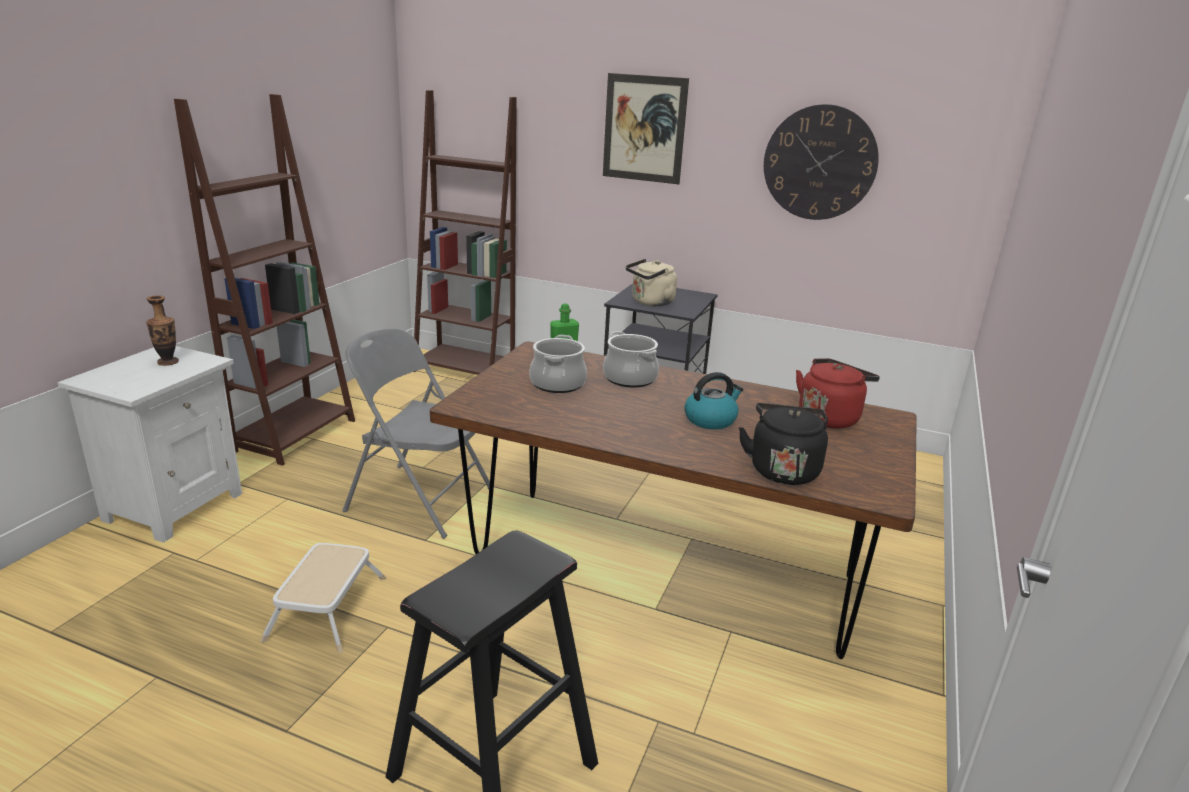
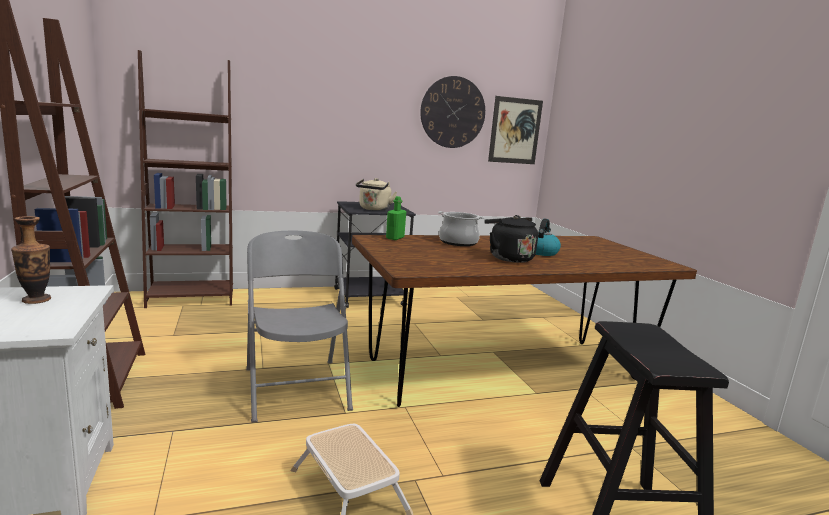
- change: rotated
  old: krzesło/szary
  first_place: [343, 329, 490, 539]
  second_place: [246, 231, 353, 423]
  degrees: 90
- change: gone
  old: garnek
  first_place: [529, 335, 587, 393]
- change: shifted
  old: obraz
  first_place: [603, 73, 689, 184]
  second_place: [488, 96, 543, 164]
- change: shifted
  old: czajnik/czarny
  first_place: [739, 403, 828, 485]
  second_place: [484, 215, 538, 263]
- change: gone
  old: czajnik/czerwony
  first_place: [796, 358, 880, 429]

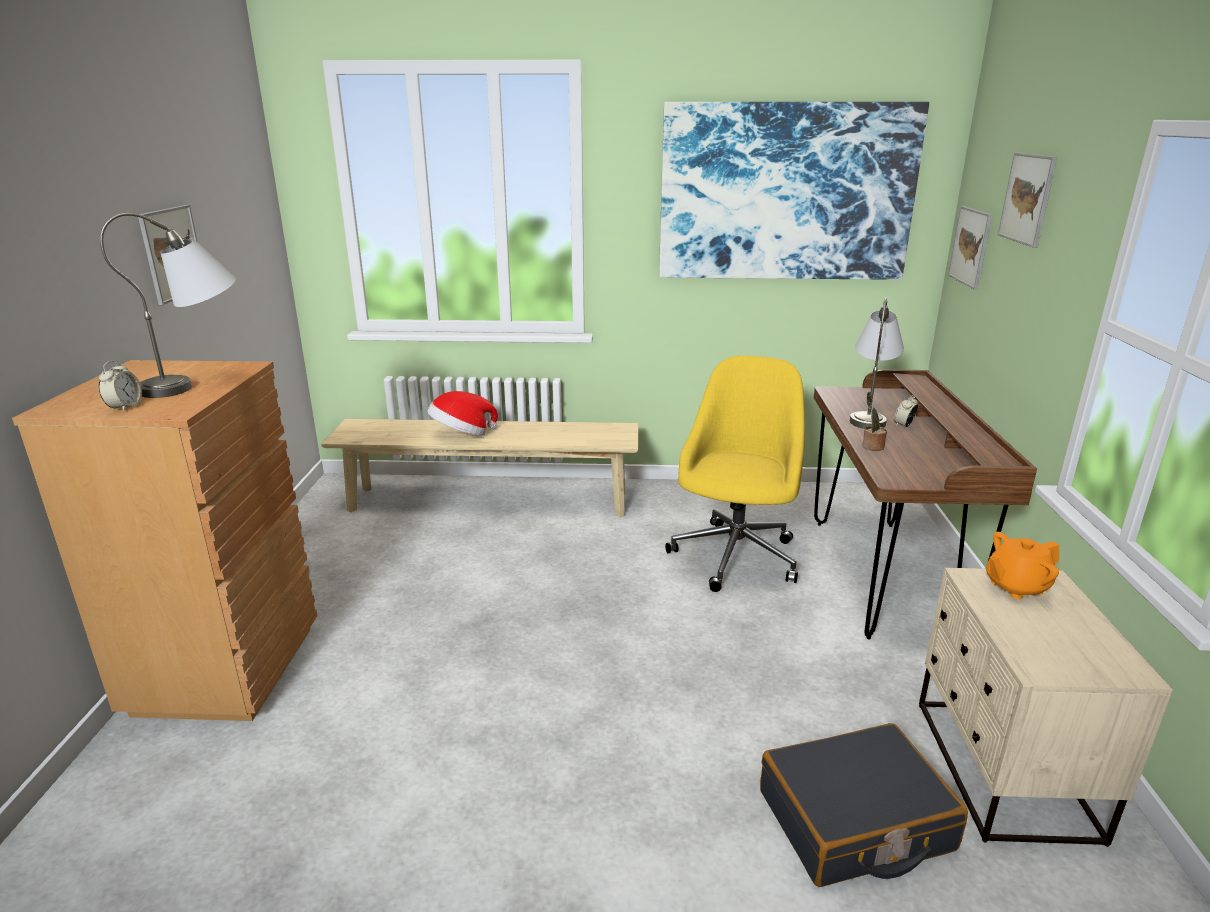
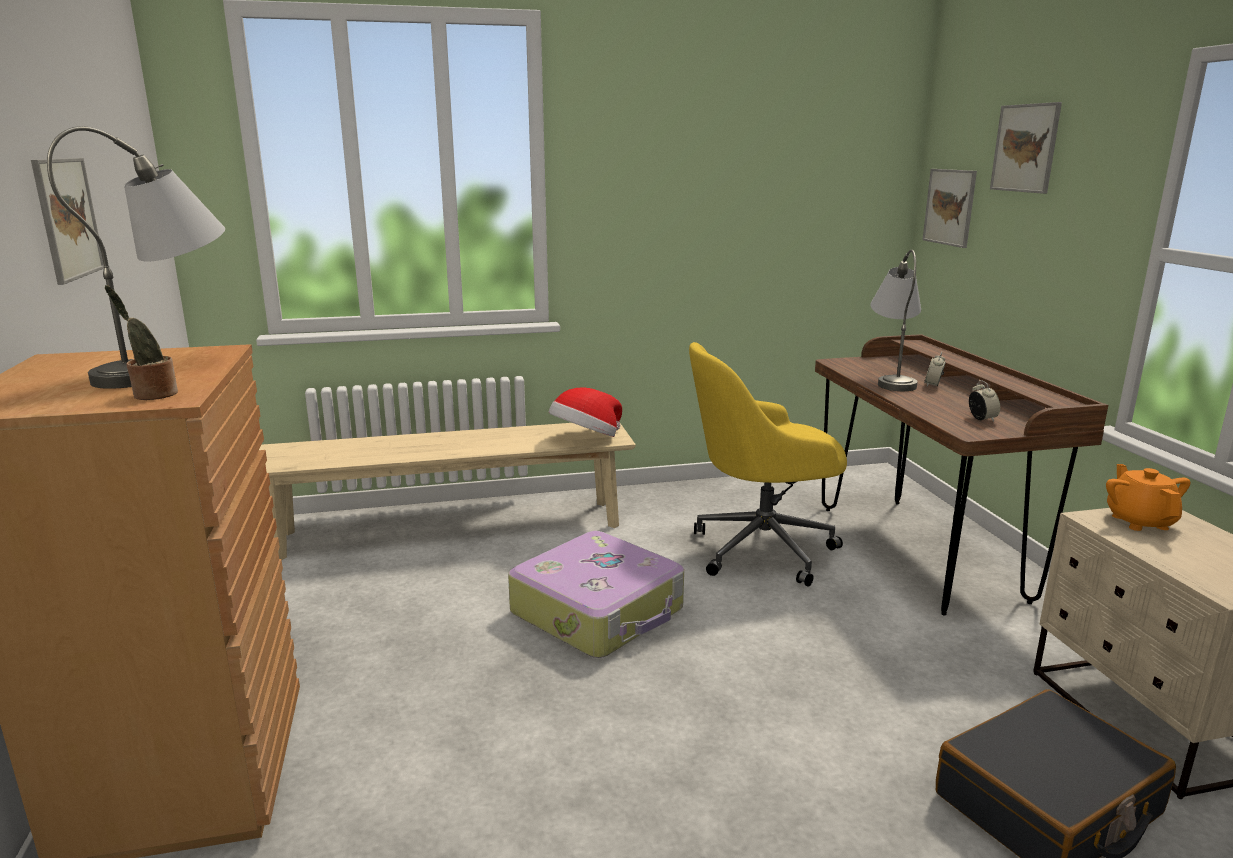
- change: shifted
  old: budzik
  first_place: [99, 361, 142, 412]
  second_place: [969, 380, 1000, 422]
- change: shifted
  old: kapelusz
  first_place: [427, 391, 498, 436]
  second_place: [549, 387, 622, 437]
- change: gone
  old: obraz
  first_place: [659, 102, 929, 280]
- change: rotated
  old: krzesło biurowe/żółty
  first_place: [665, 356, 805, 592]
  second_place: [689, 342, 847, 587]
  degrees: -105
- change: shifted
  old: roślina doniczkowa
  first_place: [862, 392, 887, 451]
  second_place: [105, 285, 178, 400]
- change: rotated
  old: imbryk/pomarańczowy
  first_place: [986, 532, 1059, 600]
  second_place: [1106, 464, 1191, 531]
  degrees: 120
- change: new
  new: walizka
  second_place: [508, 531, 684, 658]

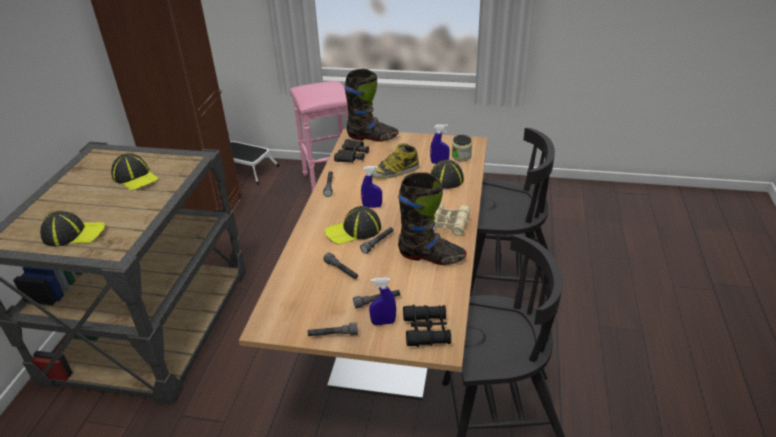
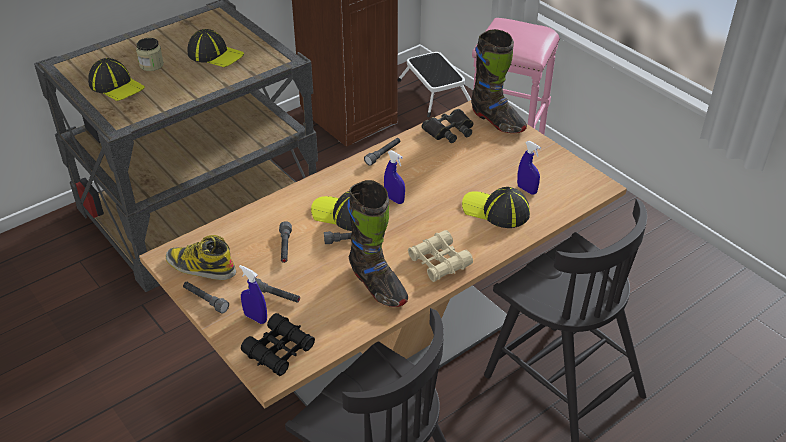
- change: rotated
  old: czapka z daszkiem
  first_place: [111, 153, 159, 191]
  second_place: [187, 29, 244, 67]
  degrees: -60
- change: shifted
  old: but z cholewką
  first_place: [371, 143, 419, 179]
  second_place: [166, 235, 236, 280]
- change: shifted
  old: słoik
  first_place: [452, 135, 472, 162]
  second_place: [136, 38, 164, 71]

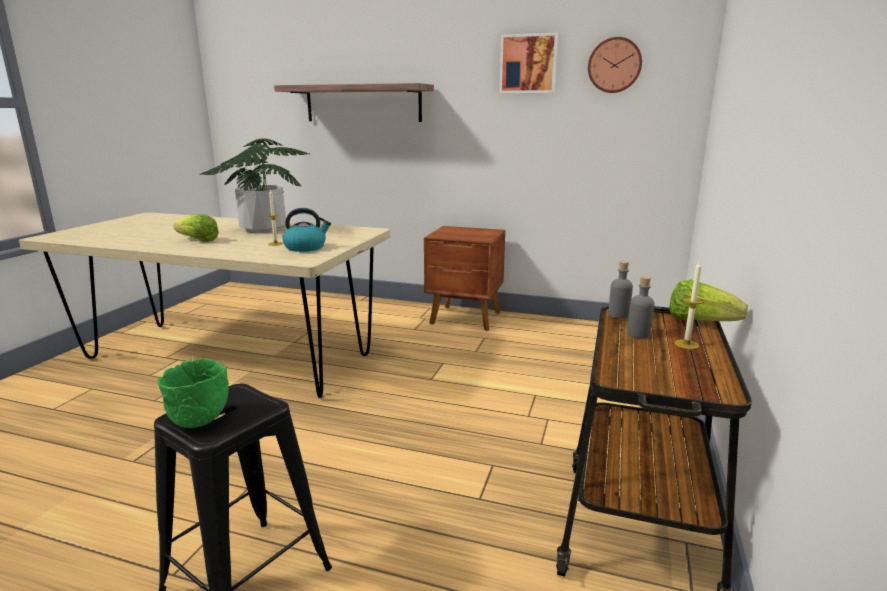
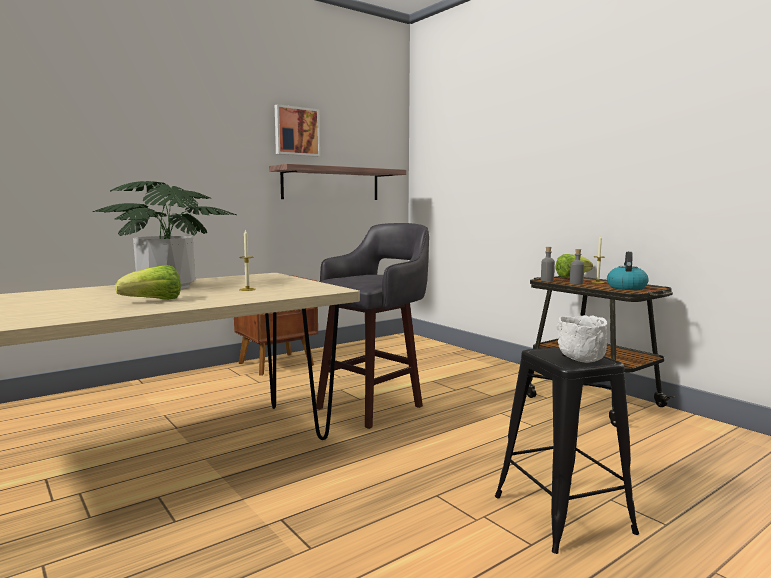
- change: repainted
  old: miska/zielony
  new: miska/biały
  first_place: [158, 358, 229, 428]
  second_place: [557, 315, 607, 363]
- change: shifted
  old: półka
  first_place: [274, 83, 434, 122]
  second_place: [269, 164, 406, 200]
- change: shifted
  old: czajnik
  first_place: [282, 208, 331, 252]
  second_place: [607, 252, 649, 290]
- change: gone
  old: zegar ścienny
  first_place: [588, 37, 642, 93]
- change: new
  new: stołek/szary
  second_place: [316, 223, 429, 429]

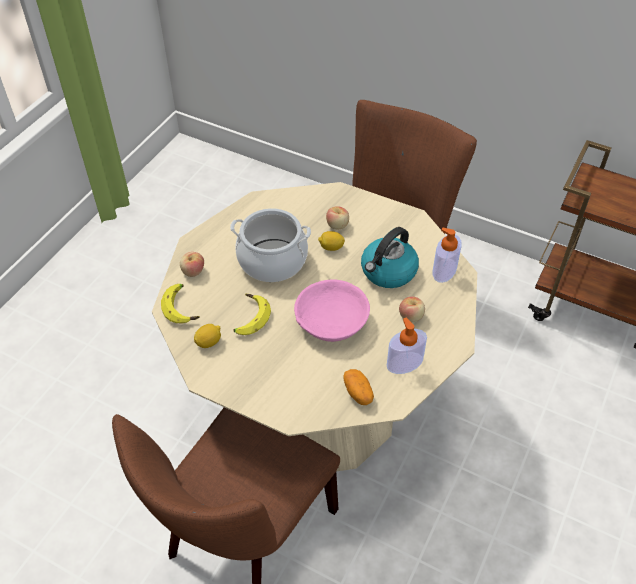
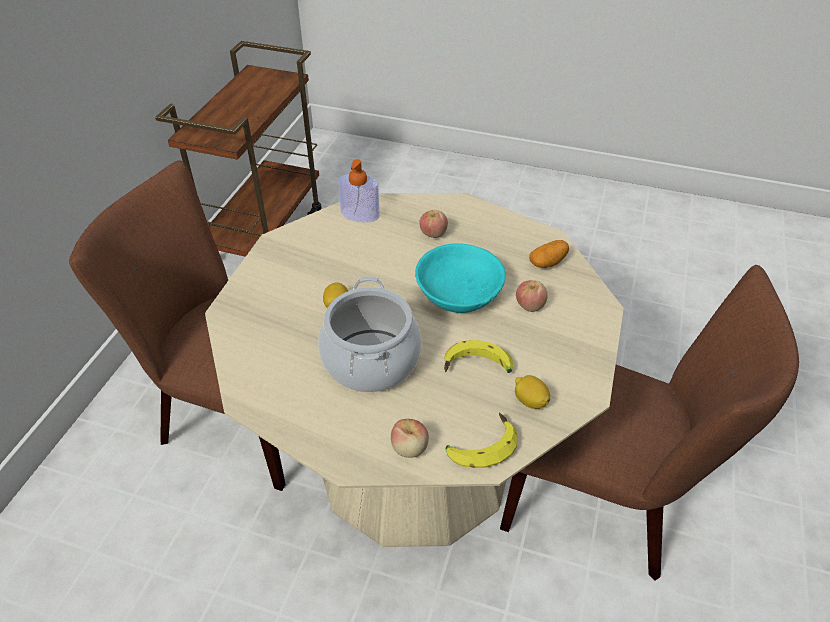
- change: repainted
  old: miska/różowy
  new: miska/turkusowy
  first_place: [294, 279, 370, 342]
  second_place: [415, 243, 506, 313]
- change: shifted
  old: jabłko
  first_place: [326, 206, 349, 229]
  second_place: [516, 280, 548, 312]
- change: gone
  old: czajnik
  first_place: [361, 227, 419, 288]
- change: gone
  old: dozownik mydła
  first_place: [387, 318, 427, 374]

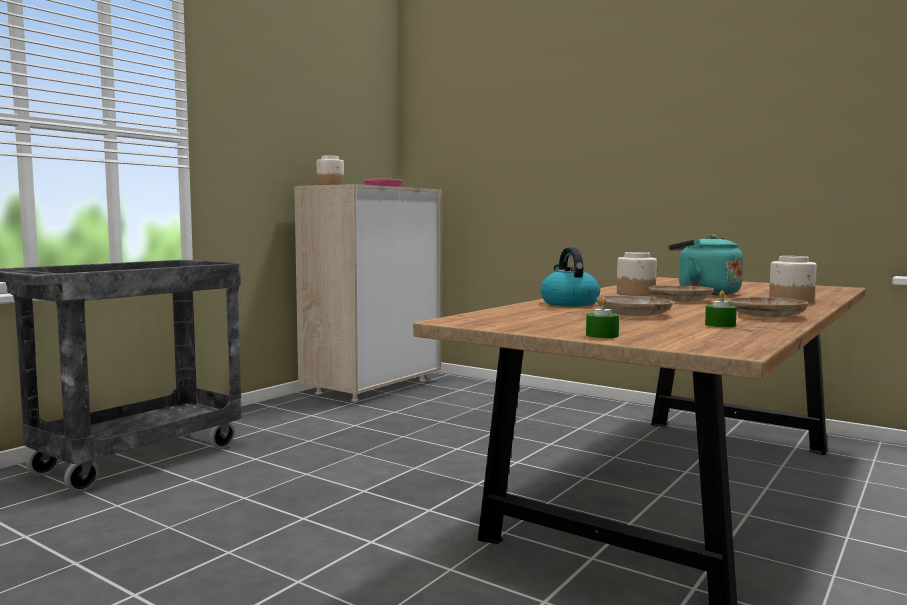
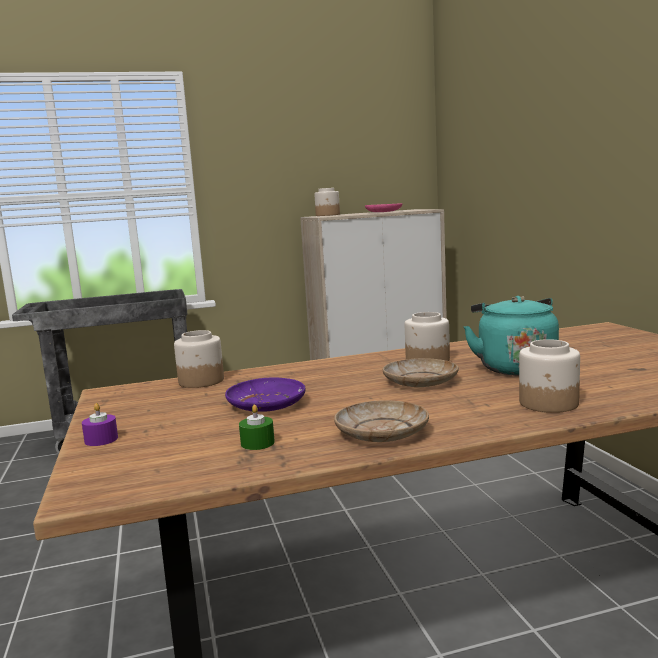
- change: gone
  old: czajnik
  first_place: [540, 247, 600, 307]
- change: repainted
  old: świeca/zielony
  new: świeca/fioletowy
  first_place: [586, 297, 619, 338]
  second_place: [82, 403, 118, 446]
- change: repainted
  old: talerz/beżowy
  new: talerz/fioletowy
  first_place: [597, 295, 673, 316]
  second_place: [225, 377, 305, 412]
- change: new
  new: słoik
  second_place: [174, 330, 224, 388]

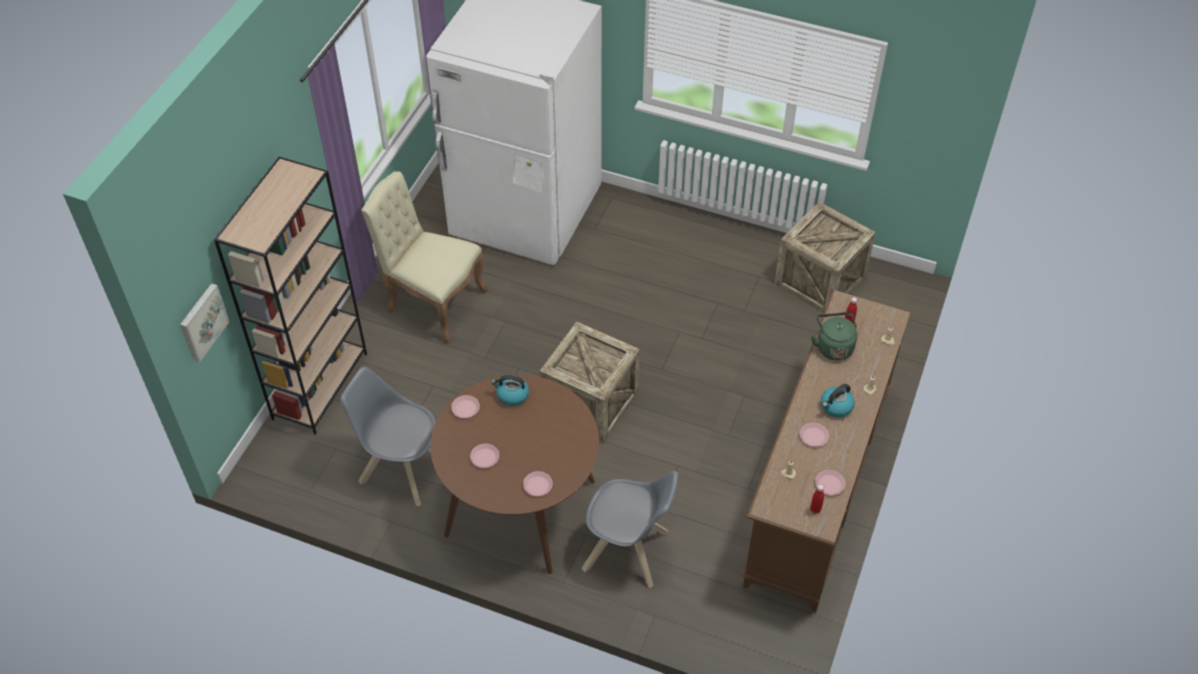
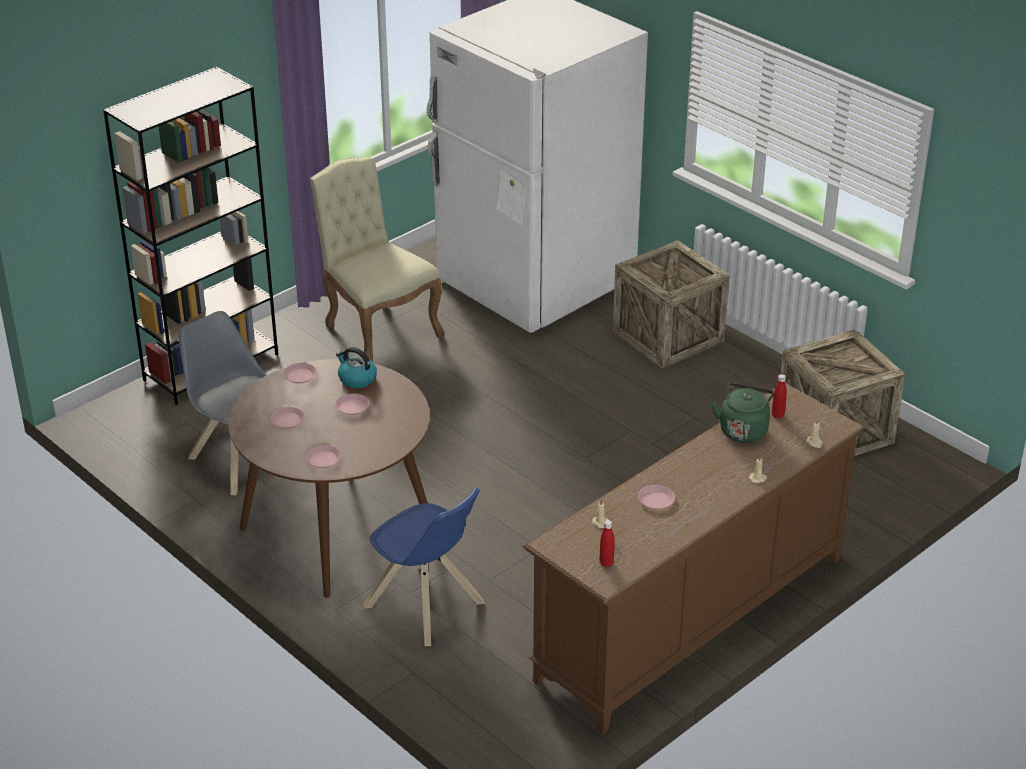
- change: gone
  old: obraz
  first_place: [180, 283, 229, 362]
- change: shifted
  old: skrzynka
  first_place: [539, 321, 640, 443]
  second_place: [613, 240, 730, 369]
- change: repainted
  old: krzesło/szary
  new: krzesło/niebieski
  first_place: [581, 471, 678, 588]
  second_place: [363, 488, 485, 646]
- change: shifted
  old: talerz/różowy
  first_place: [815, 470, 845, 495]
  second_place: [335, 394, 369, 415]
- change: gone
  old: czajnik
  first_place: [821, 384, 855, 417]

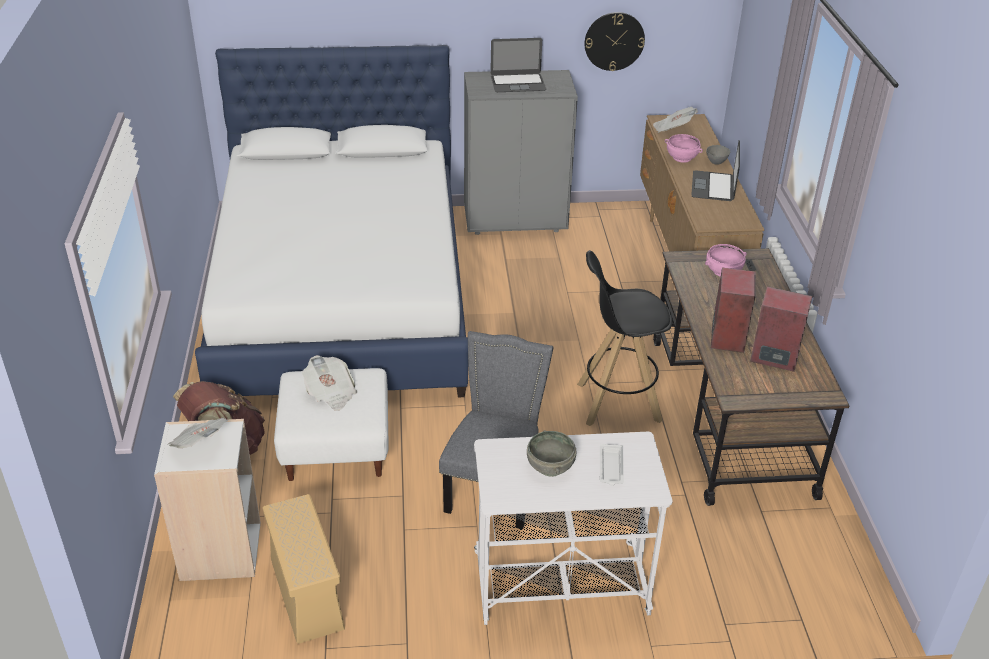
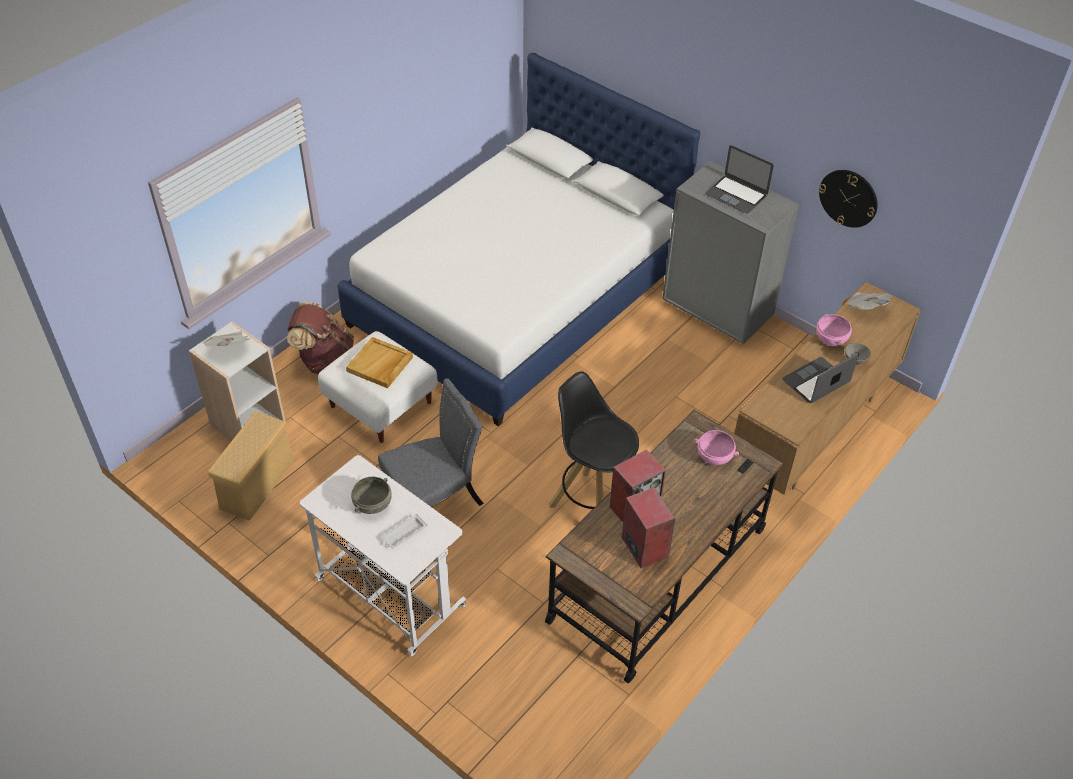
- change: swapped
  old: gazeta
  new: taca/beżowy
  first_place: [302, 355, 357, 411]
  second_place: [346, 337, 413, 388]

